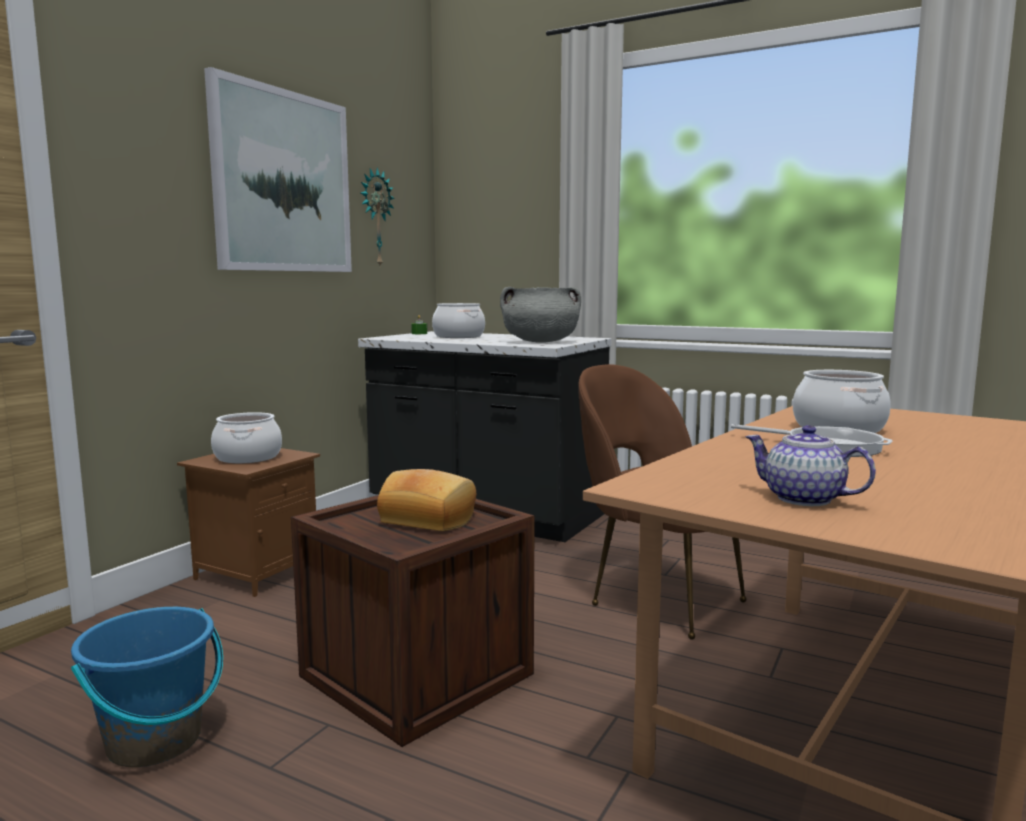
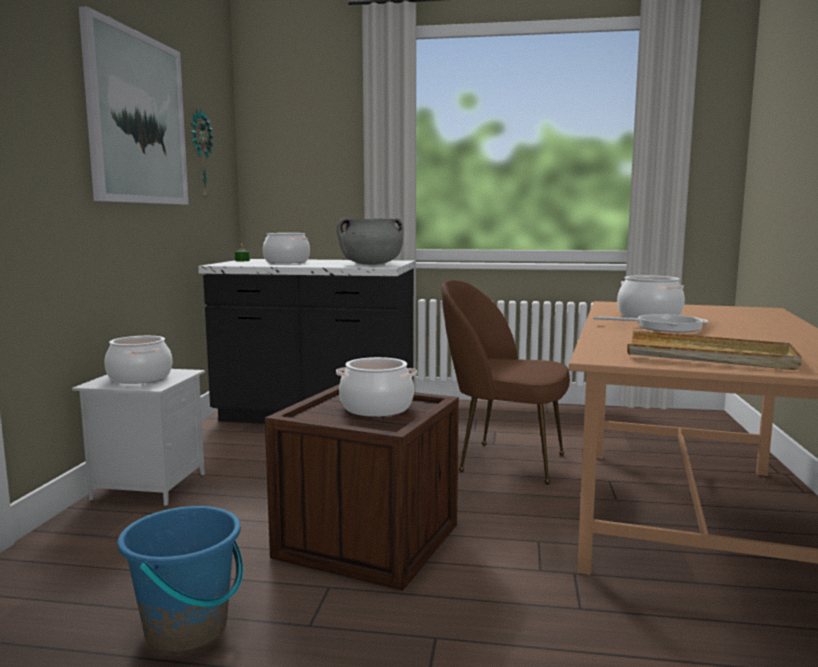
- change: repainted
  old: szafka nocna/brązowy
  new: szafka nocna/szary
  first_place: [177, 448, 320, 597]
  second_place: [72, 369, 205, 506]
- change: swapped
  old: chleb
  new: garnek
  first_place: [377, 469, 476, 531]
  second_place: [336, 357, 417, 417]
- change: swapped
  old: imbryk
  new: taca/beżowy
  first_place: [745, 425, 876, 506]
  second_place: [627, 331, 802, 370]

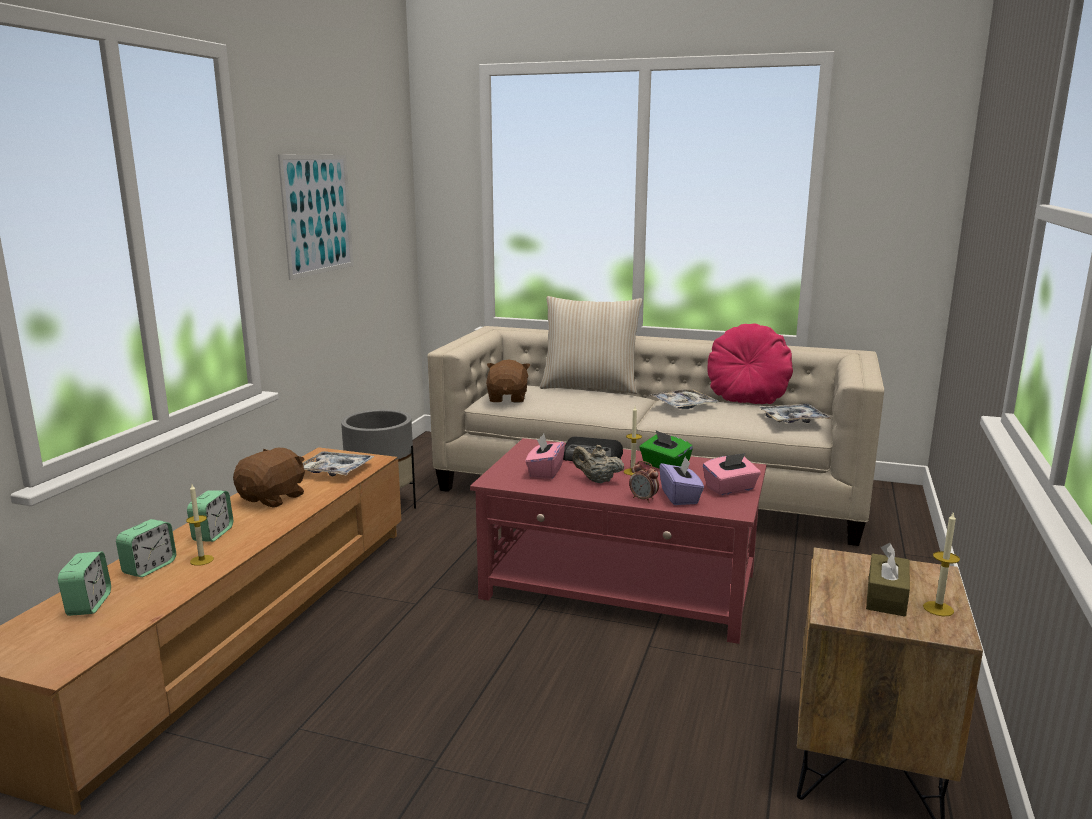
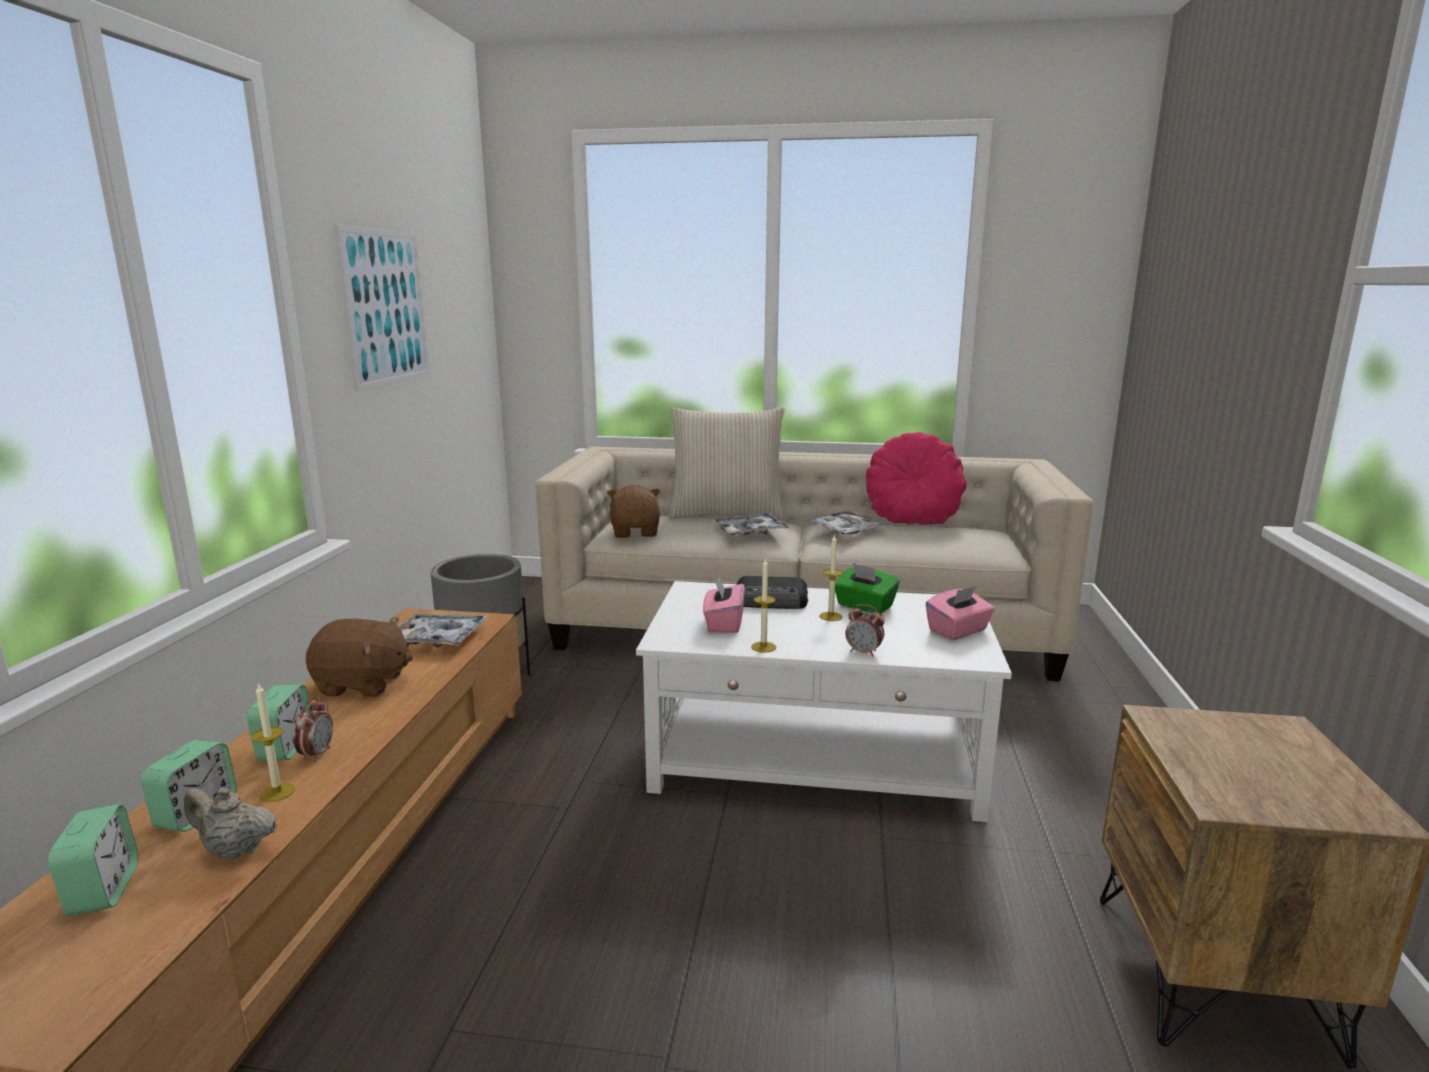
- change: rotated
  old: pluszak/brązowy
  first_place: [233, 448, 305, 507]
  second_place: [306, 617, 413, 697]
  degrees: 75
- change: repainted
  old: ława/czerwony
  new: ława/biały
  first_place: [470, 438, 766, 644]
  second_place: [636, 581, 1012, 822]
- change: shifted
  old: imbryk/beżowy
  first_place: [572, 445, 624, 484]
  second_place: [184, 787, 278, 859]
- change: gone
  old: pudełko chusteczek/fioletowy
  first_place: [659, 456, 704, 505]
- change: shifted
  old: taca
  first_place: [759, 404, 831, 423]
  second_place: [714, 513, 789, 535]
- change: gone
  old: pudełko chusteczek/brązowy
  first_place: [866, 543, 910, 616]
- change: shifted
  old: świeca
  first_place: [923, 511, 960, 616]
  second_place: [751, 557, 776, 653]
- change: new
  new: budzik
  second_place: [294, 697, 333, 762]

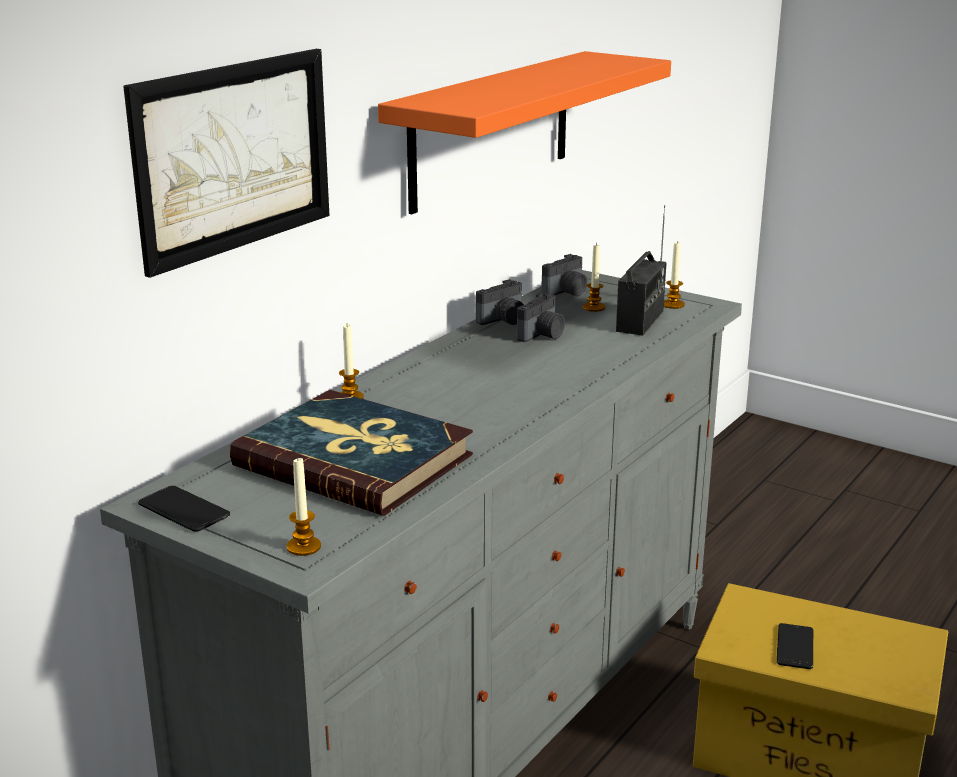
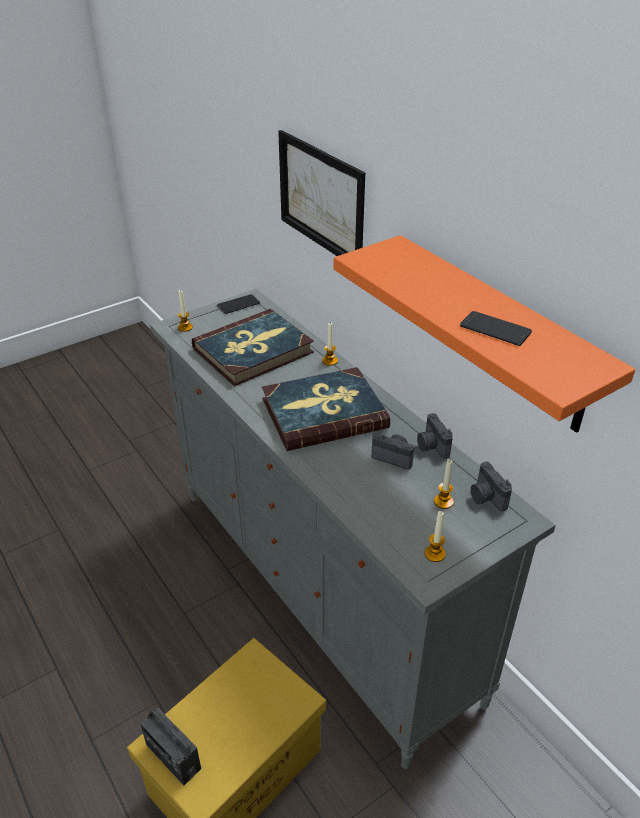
- change: rotated
  old: aparat fotograficzny
  first_place: [517, 292, 565, 342]
  second_place: [371, 434, 414, 470]
  degrees: 150
- change: shifted
  old: radio
  first_place: [616, 205, 667, 336]
  second_place: [140, 708, 201, 785]
- change: shifted
  old: telefon
  first_place: [777, 623, 813, 669]
  second_place: [460, 311, 532, 346]
- change: new
  new: książka
  second_place: [262, 367, 390, 451]

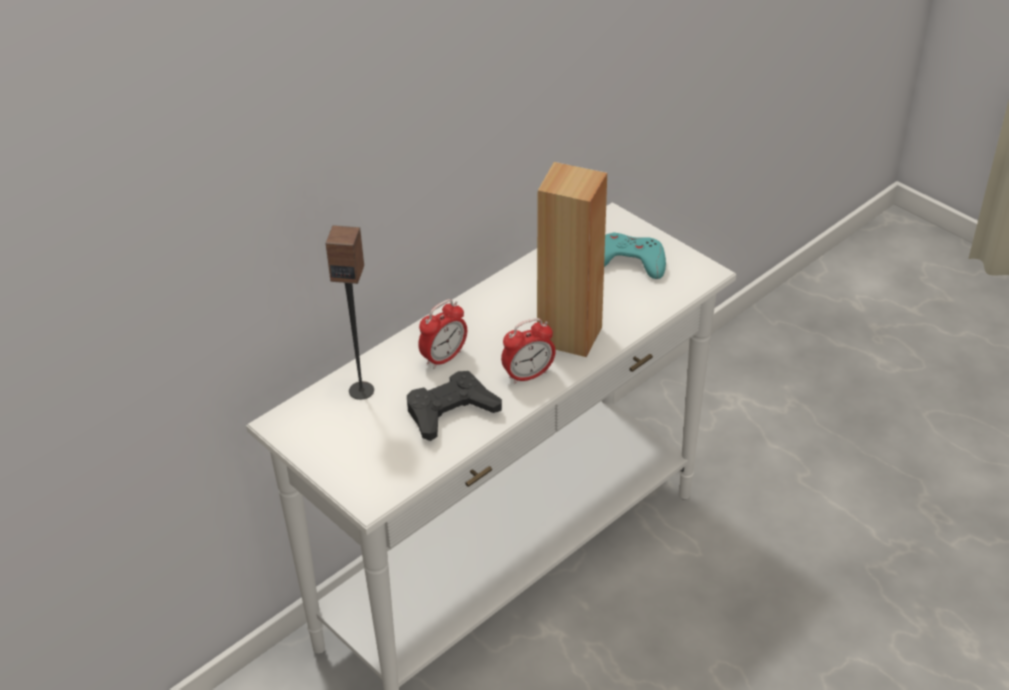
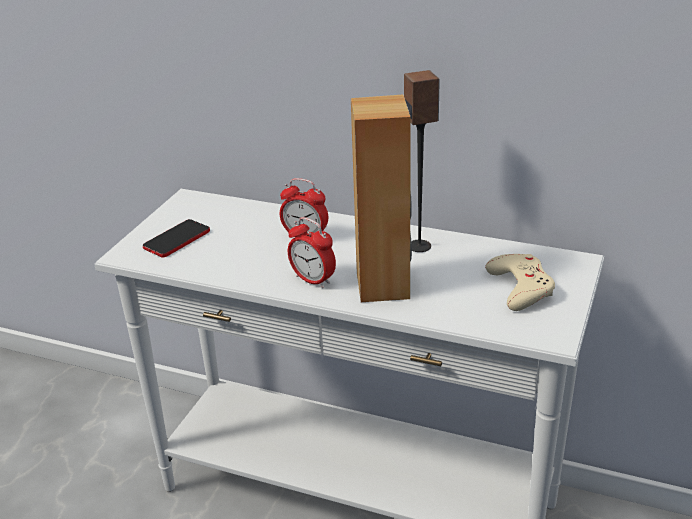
- change: shifted
  old: głośnik
  first_place: [326, 225, 374, 400]
  second_place: [404, 70, 440, 252]
- change: gone
  old: pad do gier/czarny
  first_place: [407, 371, 502, 441]
- change: repainted
  old: pad do gier/turkusowy
  new: pad do gier/beżowy
  first_place: [604, 232, 666, 279]
  second_place: [485, 254, 555, 311]
- change: new
  new: telefon
  second_place: [143, 219, 210, 258]

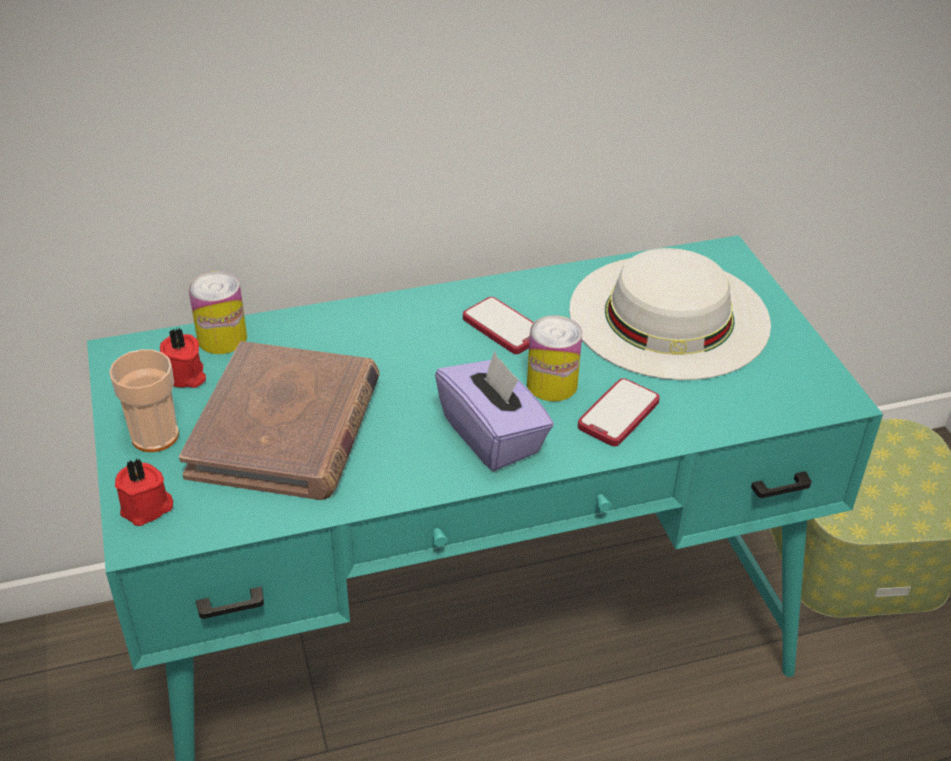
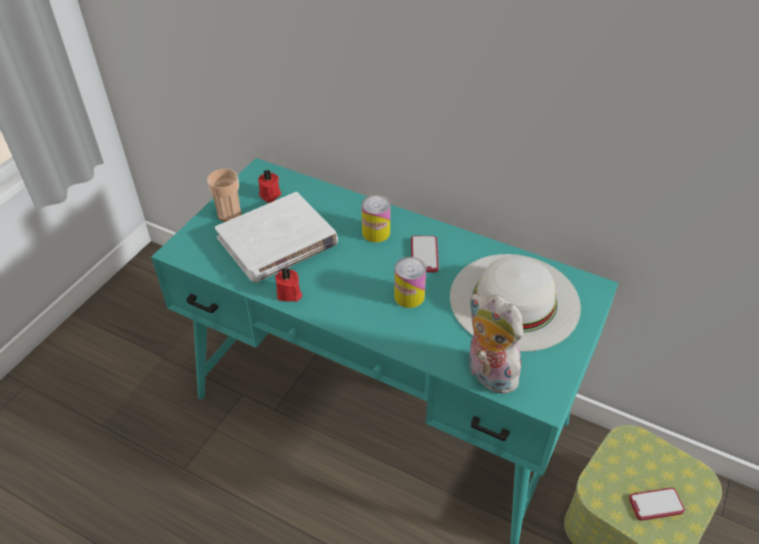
- change: shifted
  old: świeca/czerwony
  first_place: [115, 458, 173, 526]
  second_place: [275, 267, 302, 302]
- change: repainted
  old: książka/brązowy
  new: książka/biały
  first_place: [179, 341, 380, 500]
  second_place: [215, 192, 338, 282]
- change: shifted
  old: puszka
  first_place: [188, 271, 247, 354]
  second_place: [361, 195, 391, 243]
- change: gone
  old: pudełko chusteczek/fioletowy
  first_place: [435, 351, 554, 471]
- change: shifted
  old: telefon
  first_place: [578, 378, 660, 446]
  second_place: [629, 488, 685, 521]
- change: new
  new: pluszak
  second_place: [468, 294, 523, 394]

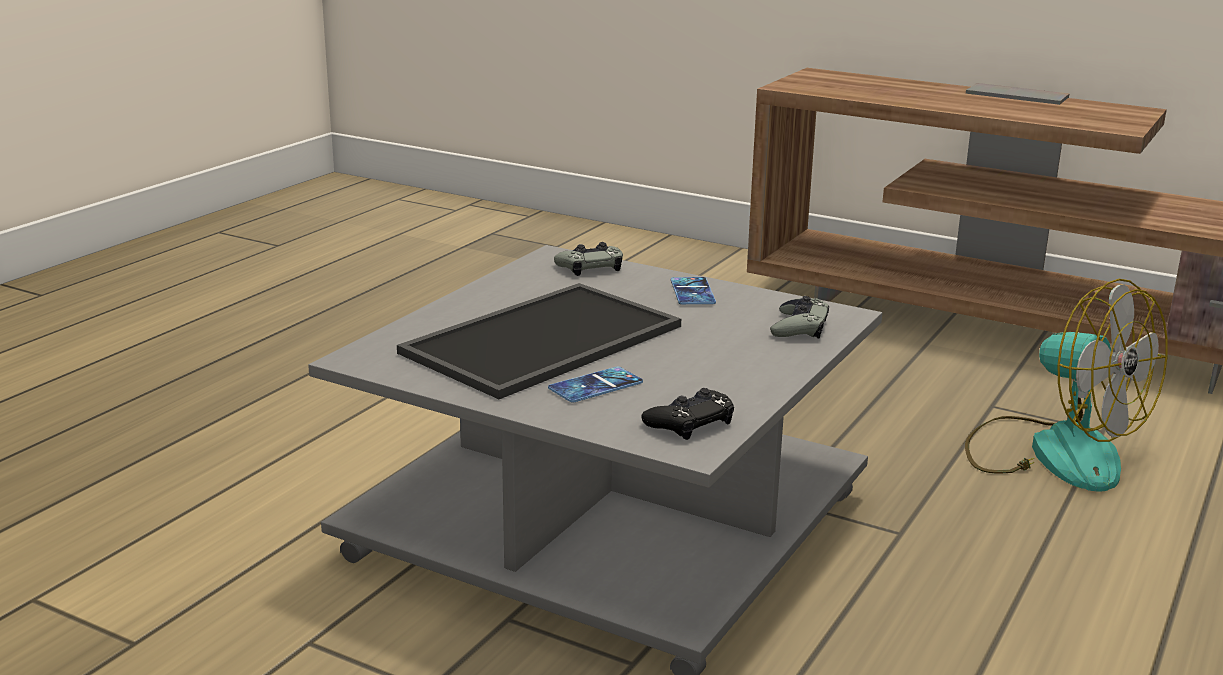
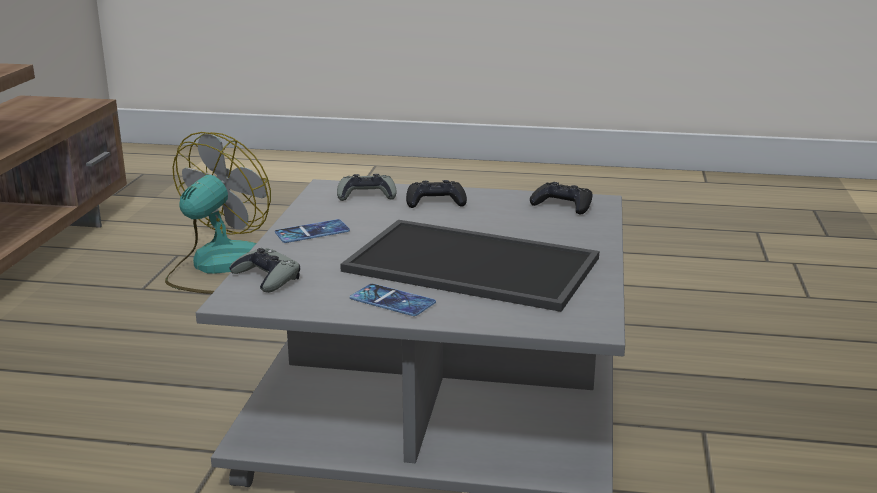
- change: shifted
  old: telefon
  first_place: [548, 367, 643, 402]
  second_place: [350, 284, 436, 316]
- change: new
  new: pad do gier/czarny
  second_place: [406, 180, 467, 208]

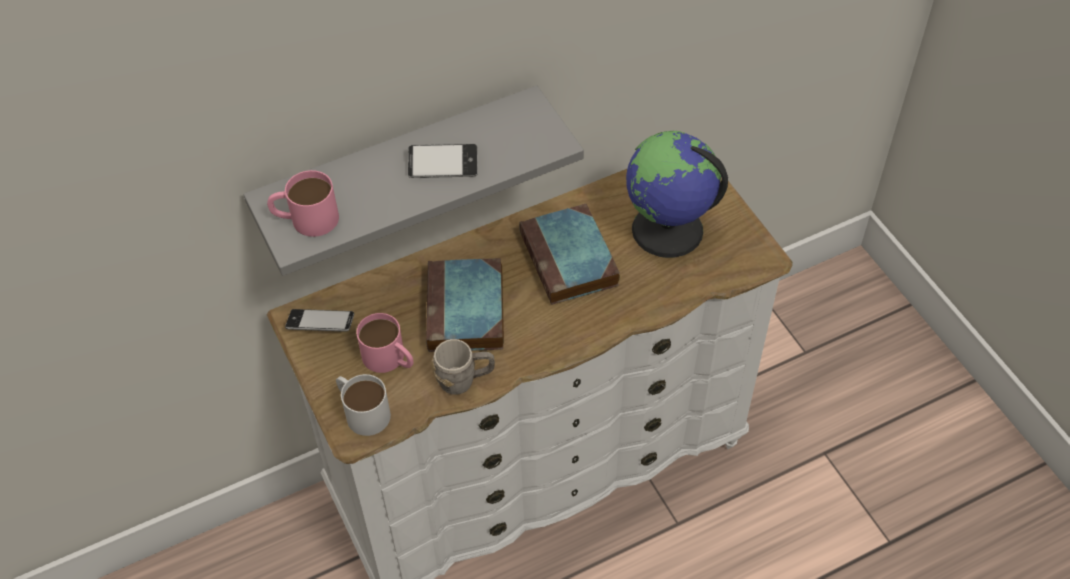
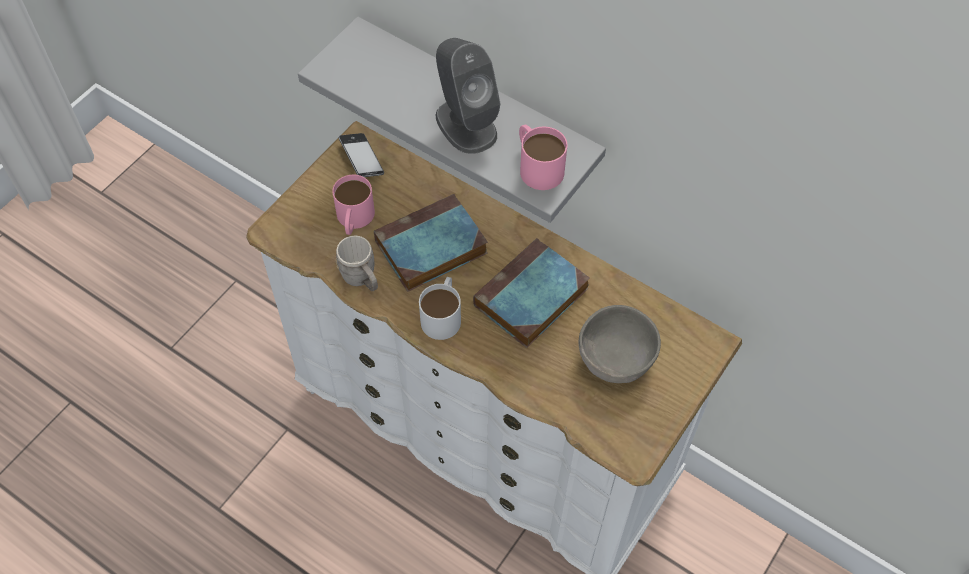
- change: shifted
  old: kubek/różowy
  first_place: [267, 170, 339, 237]
  second_place: [519, 124, 567, 190]
- change: shifted
  old: kubek/biały
  first_place: [336, 374, 391, 436]
  second_place: [419, 277, 461, 340]
- change: swapped
  old: telefon
  new: głośnik/szary
  first_place: [408, 144, 478, 178]
  second_place: [436, 38, 501, 154]
- change: swapped
  old: globus
  new: miska/szary
  first_place: [626, 131, 728, 258]
  second_place: [579, 305, 661, 383]

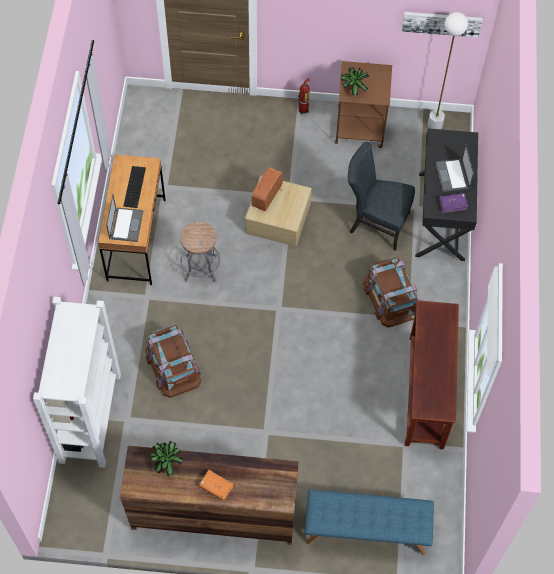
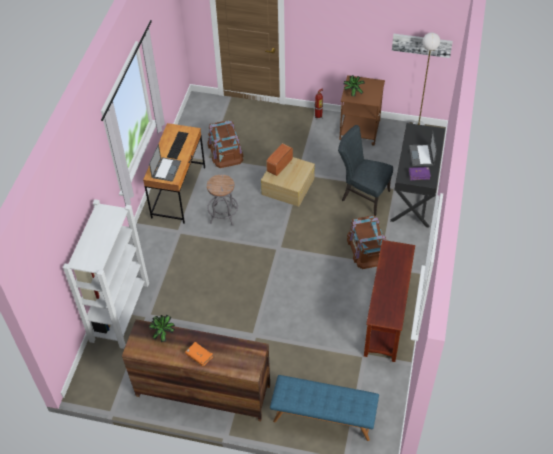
- change: shifted
  old: pojemnik do przechowywania/brązowy
  first_place: [145, 325, 201, 398]
  second_place: [207, 120, 243, 168]

